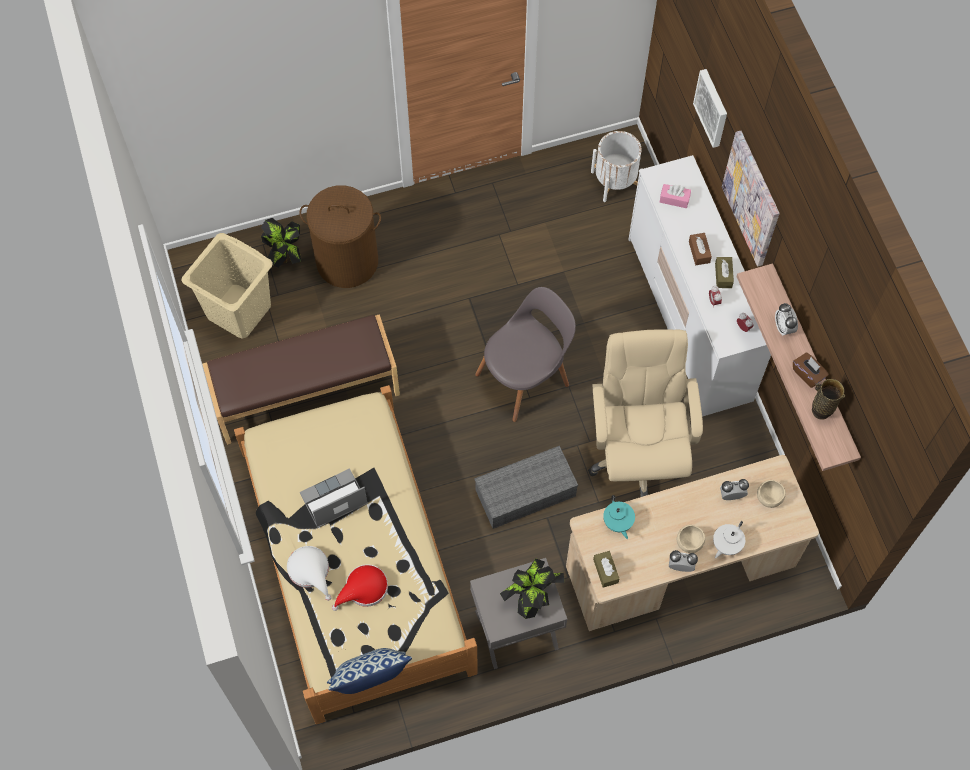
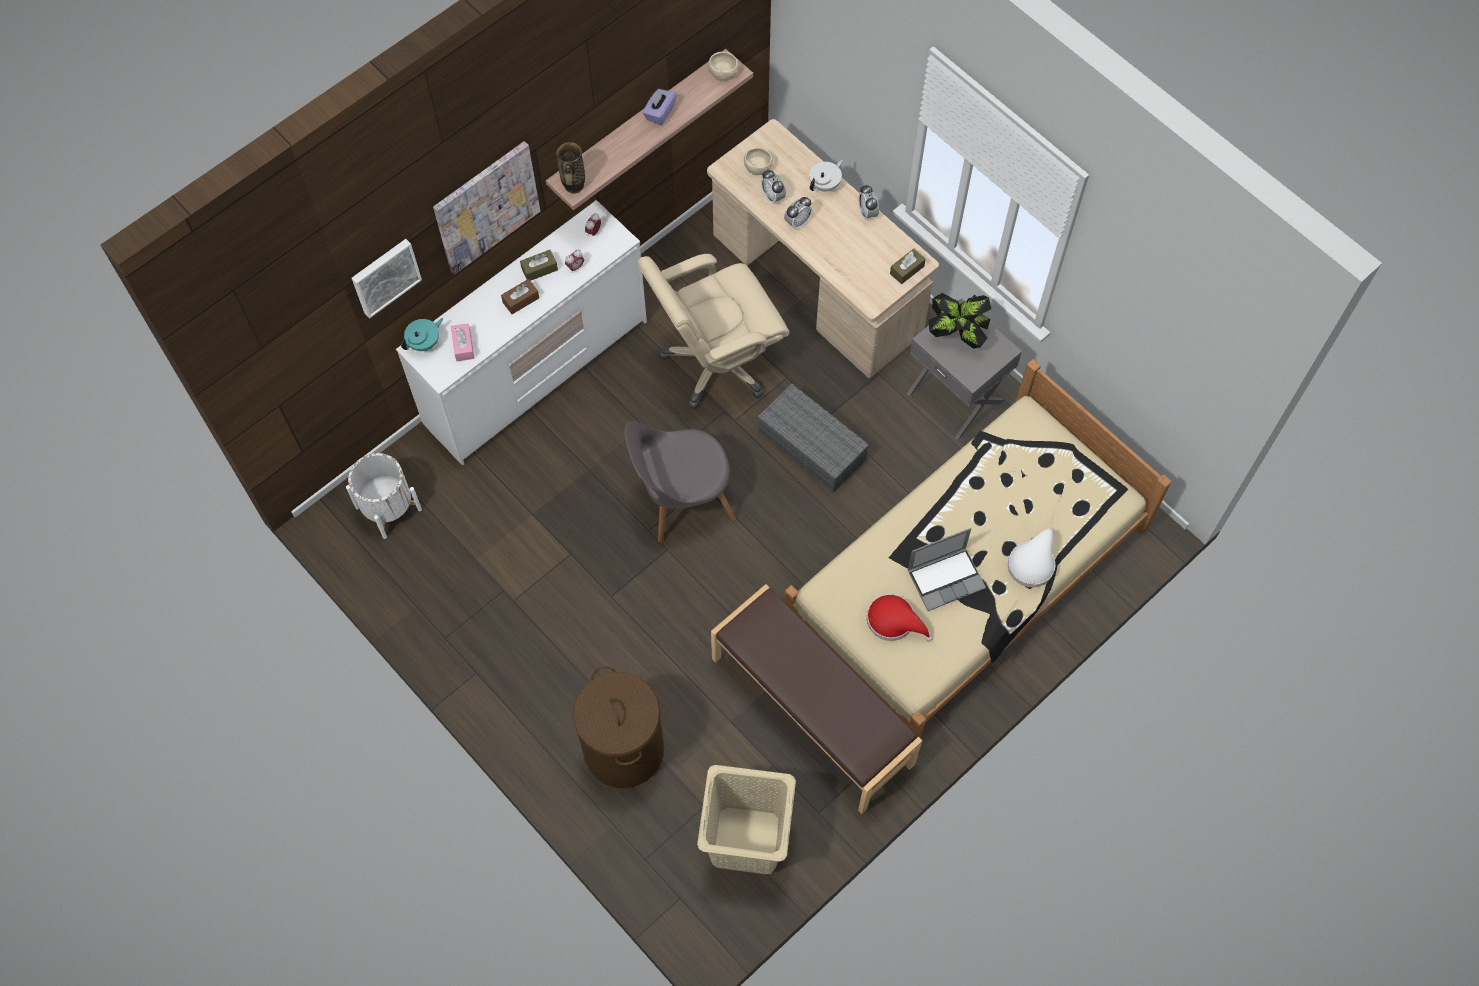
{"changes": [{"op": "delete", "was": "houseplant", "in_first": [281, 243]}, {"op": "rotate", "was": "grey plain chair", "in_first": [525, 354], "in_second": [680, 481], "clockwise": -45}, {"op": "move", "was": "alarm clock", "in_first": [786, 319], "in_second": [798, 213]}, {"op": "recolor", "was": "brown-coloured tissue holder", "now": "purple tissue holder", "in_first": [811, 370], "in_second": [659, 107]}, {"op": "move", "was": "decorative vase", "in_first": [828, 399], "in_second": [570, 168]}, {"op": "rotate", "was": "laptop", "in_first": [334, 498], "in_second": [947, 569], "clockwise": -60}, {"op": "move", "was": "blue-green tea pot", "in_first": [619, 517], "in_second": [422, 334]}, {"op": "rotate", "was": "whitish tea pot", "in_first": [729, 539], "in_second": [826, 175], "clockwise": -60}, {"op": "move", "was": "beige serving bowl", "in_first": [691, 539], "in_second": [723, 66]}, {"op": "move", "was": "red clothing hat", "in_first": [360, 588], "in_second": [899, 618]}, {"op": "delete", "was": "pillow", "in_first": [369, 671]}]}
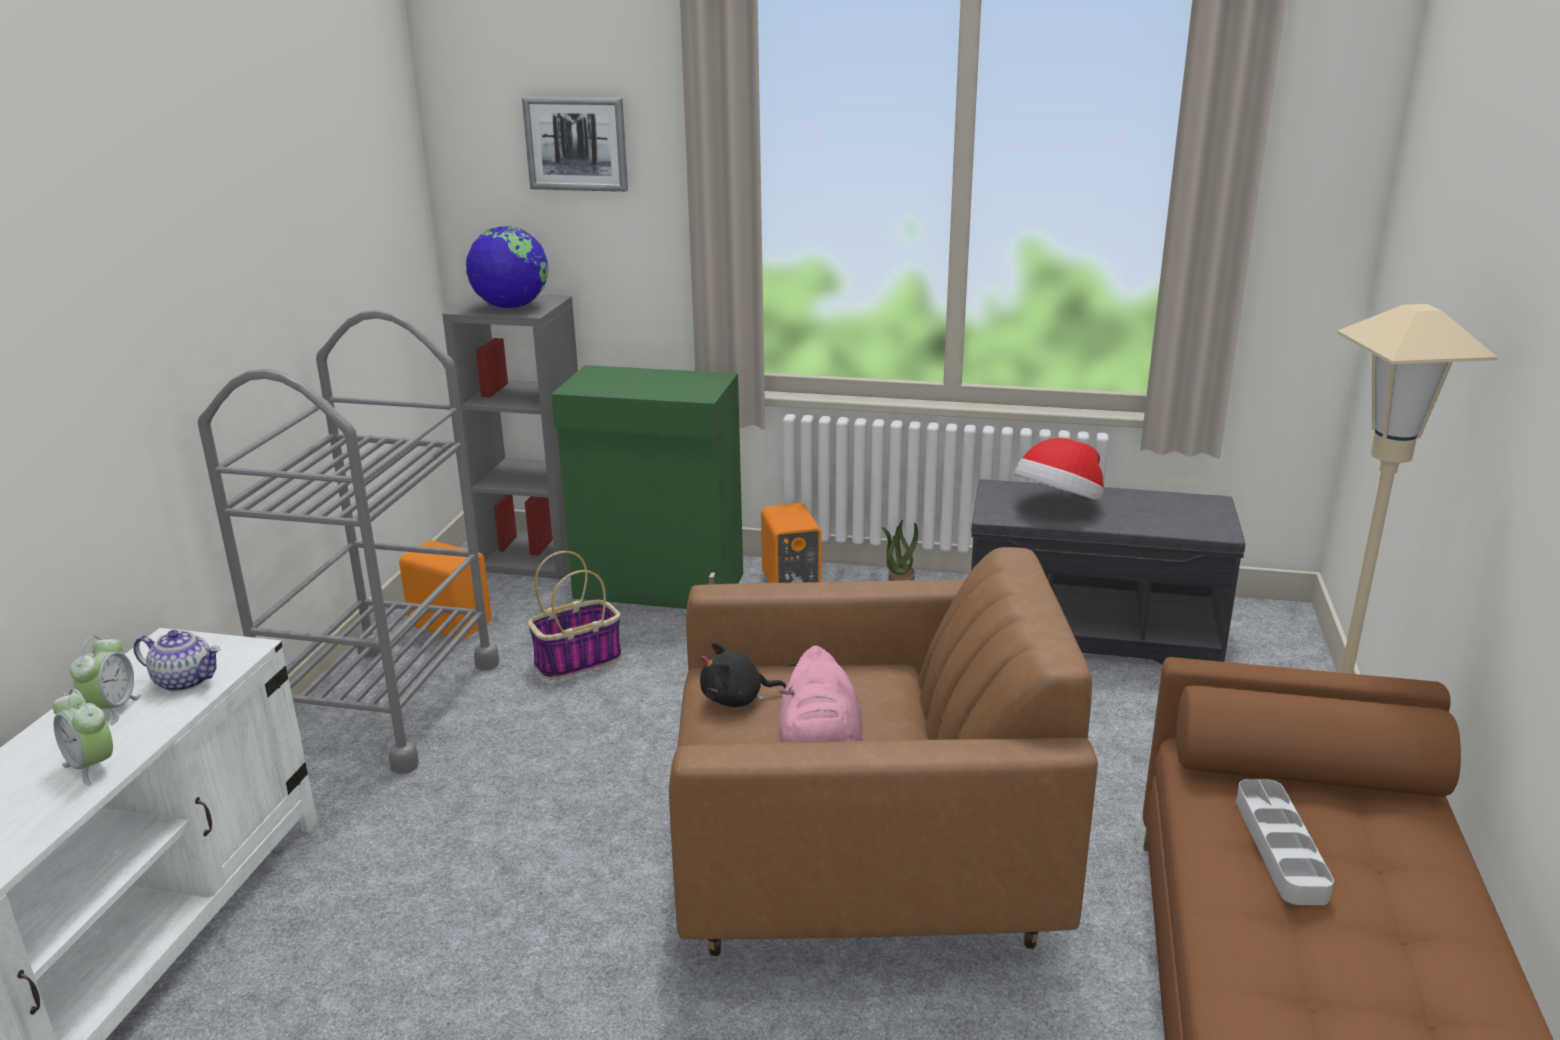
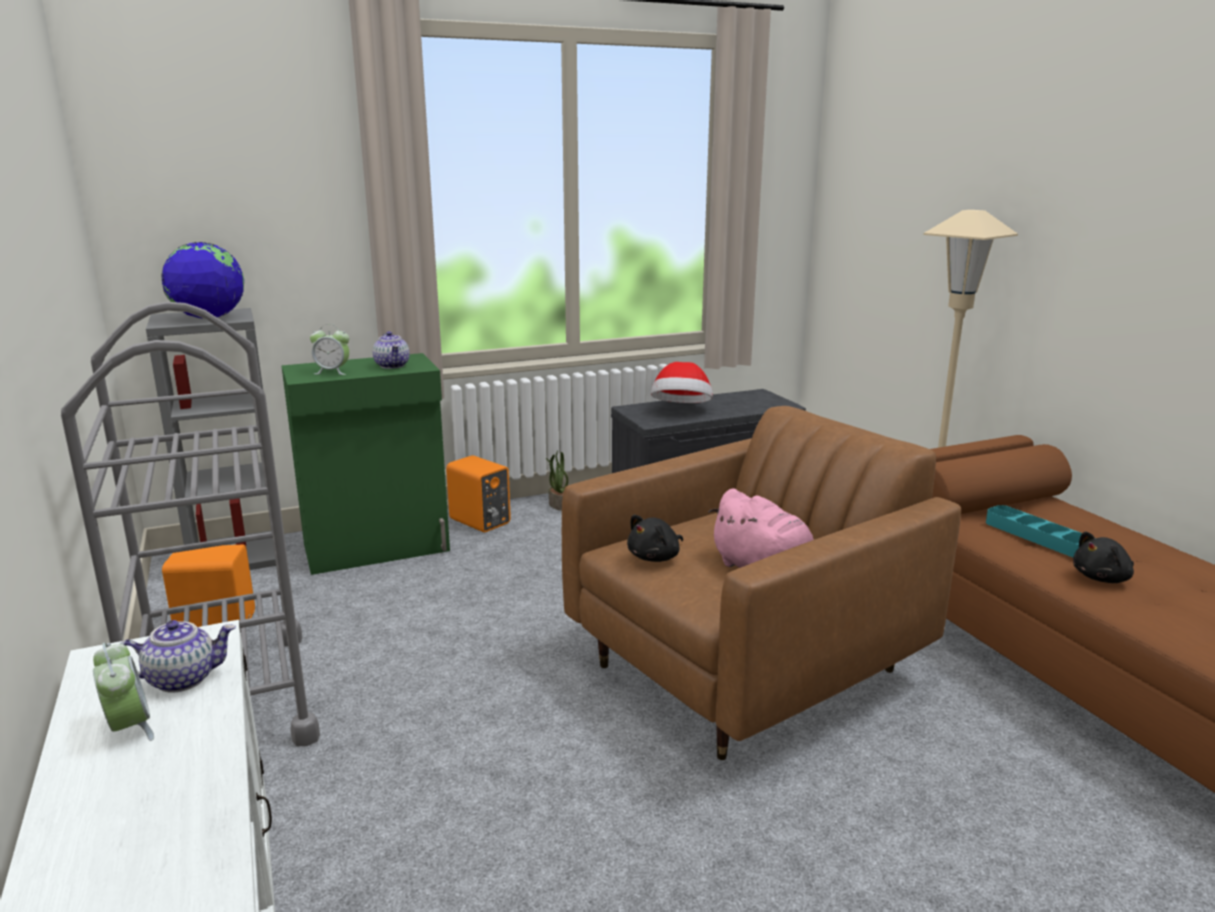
{"changes": [{"op": "delete", "was": "wall art", "in_first": [575, 144]}, {"op": "delete", "was": "household basket", "in_first": [575, 615]}, {"op": "move", "was": "alarm clock", "in_first": [83, 737], "in_second": [329, 349]}, {"op": "recolor", "was": "grey carrying tray", "now": "blue-green carrying tray", "in_first": [1285, 842], "in_second": [1034, 531]}, {"op": "insert", "now": "tea pot", "in_second": [391, 350]}, {"op": "insert", "now": "blackish cuddly toy", "in_second": [1103, 557]}]}
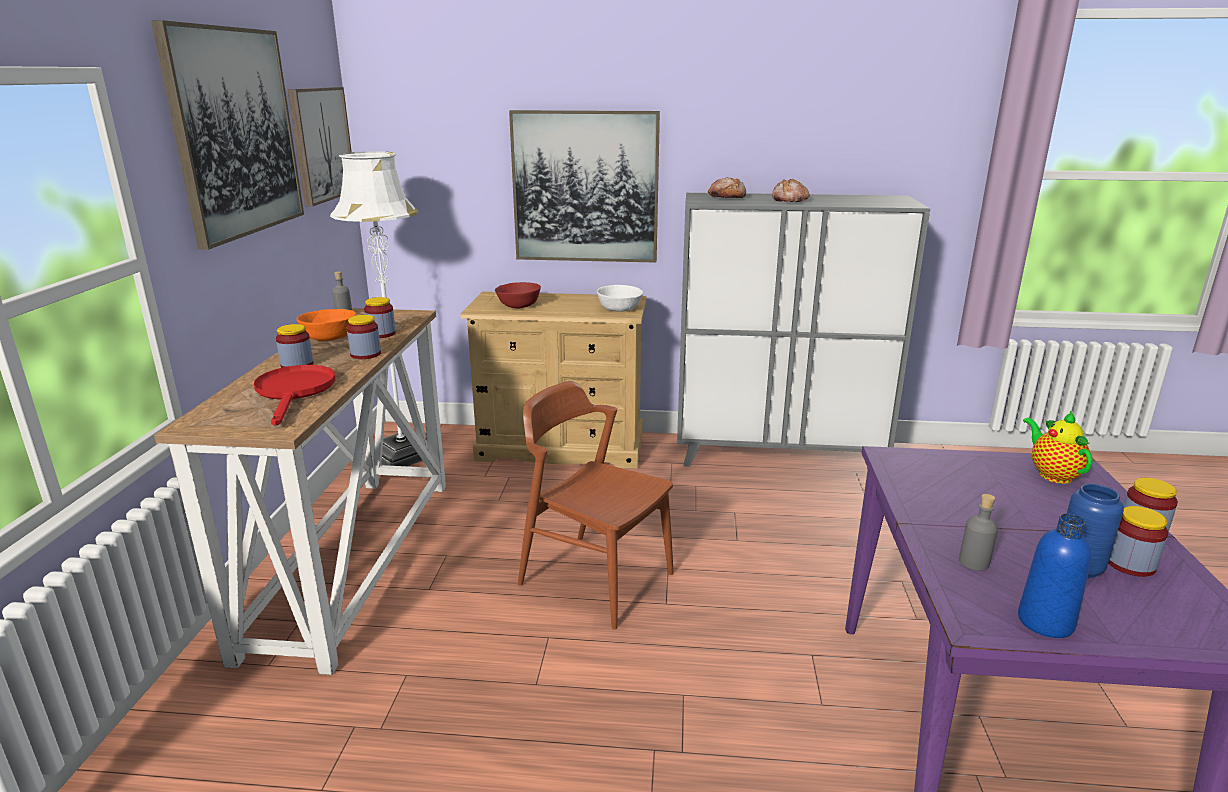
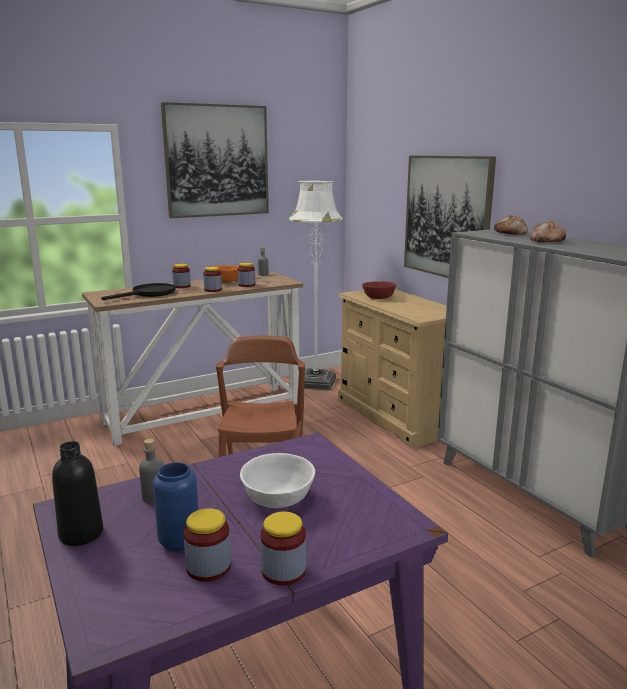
{"changes": [{"op": "delete", "was": "wall art", "in_first": [320, 146]}, {"op": "move", "was": "whitish serving bowl", "in_first": [620, 298], "in_second": [277, 480]}, {"op": "recolor", "was": "red pan", "now": "blackish pan", "in_first": [294, 395], "in_second": [138, 291]}, {"op": "delete", "was": "tea pot", "in_first": [1058, 447]}, {"op": "recolor", "was": "blue-coloured drink bottle", "now": "blackish drink bottle", "in_first": [1055, 576], "in_second": [77, 493]}]}
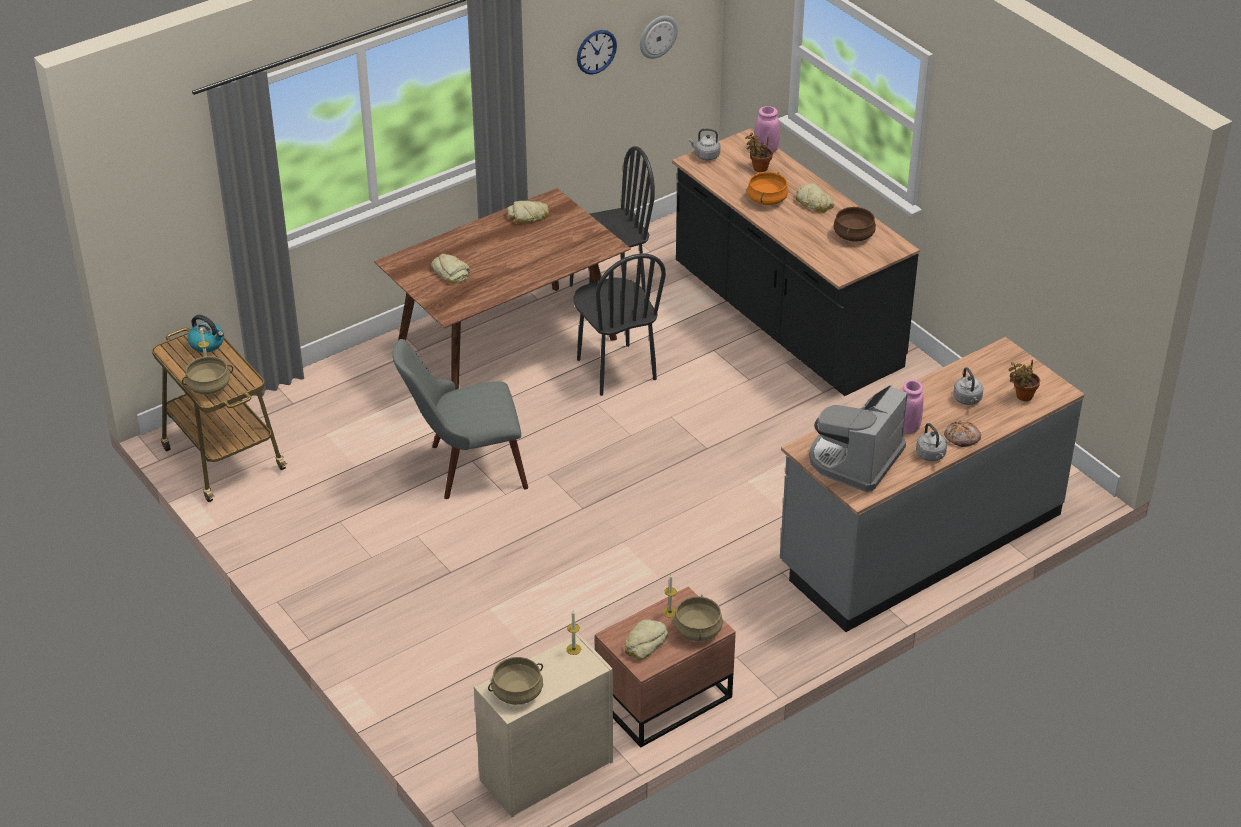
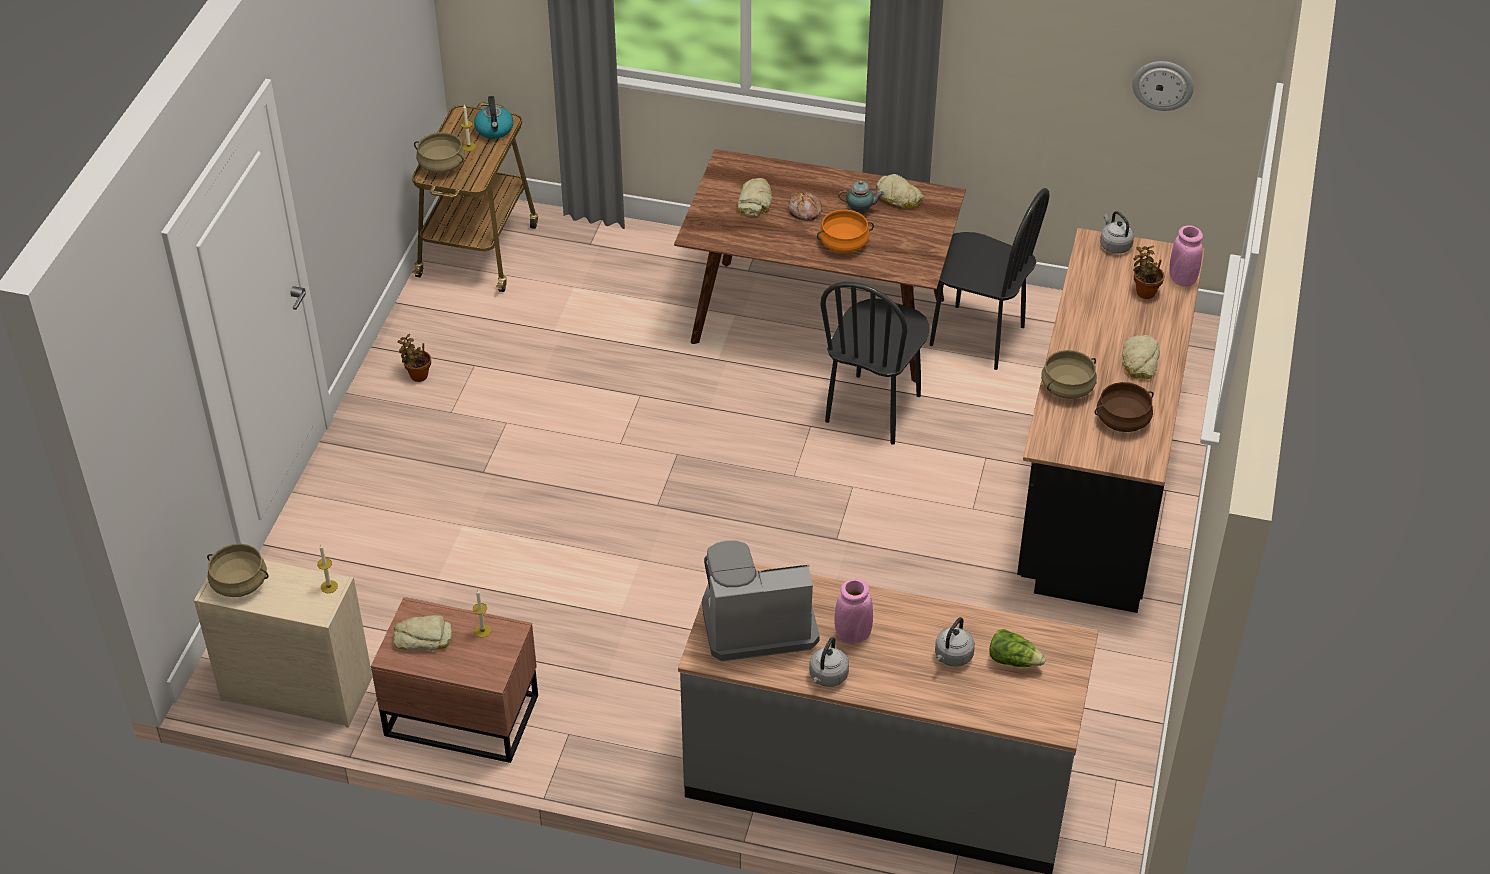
{"changes": [{"op": "delete", "was": "hanging clock", "in_first": [597, 52]}, {"op": "move", "was": "orange-coloured cooking pot", "in_first": [767, 188], "in_second": [845, 231]}, {"op": "delete", "was": "grey plain chair", "in_first": [460, 419]}, {"op": "move", "was": "houseplant", "in_first": [1024, 380], "in_second": [414, 358]}, {"op": "move", "was": "baked bread", "in_first": [962, 433], "in_second": [805, 206]}, {"op": "move", "was": "beige cooking pot", "in_first": [698, 618], "in_second": [1069, 374]}, {"op": "insert", "now": "tea pot", "in_second": [861, 197]}, {"op": "insert", "now": "lettuce", "in_second": [1017, 648]}]}
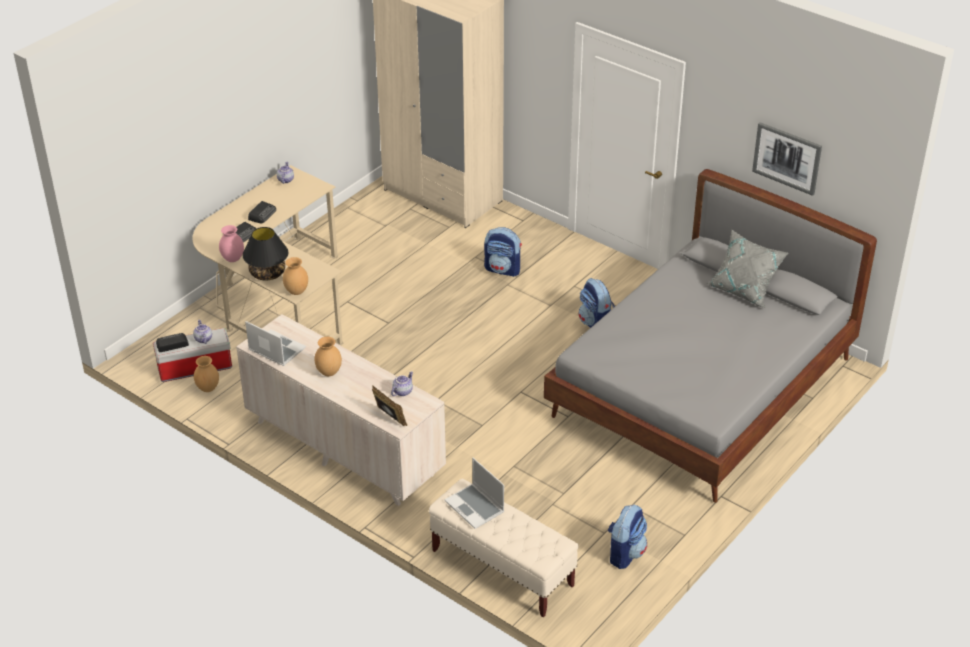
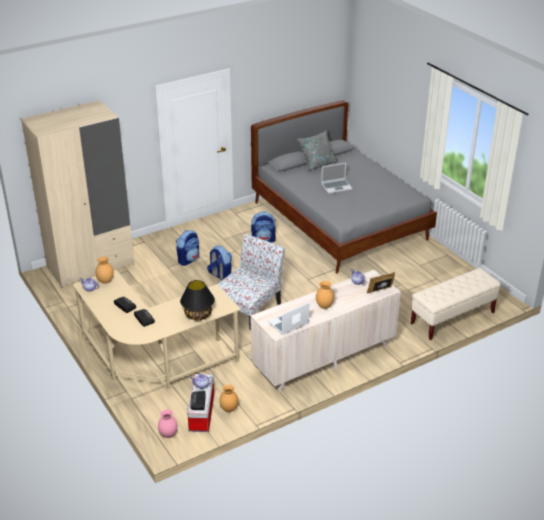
{"changes": [{"op": "delete", "was": "wall art", "in_first": [787, 159]}, {"op": "move", "was": "pink decorative vase", "in_first": [231, 243], "in_second": [168, 423]}, {"op": "move", "was": "brown-coloured decorative vase", "in_first": [295, 276], "in_second": [105, 270]}, {"op": "move", "was": "laptop", "in_first": [474, 493], "in_second": [336, 178]}, {"op": "move", "was": "backpack", "in_first": [627, 536], "in_second": [219, 263]}, {"op": "insert", "now": "plain chair", "in_second": [251, 282]}]}
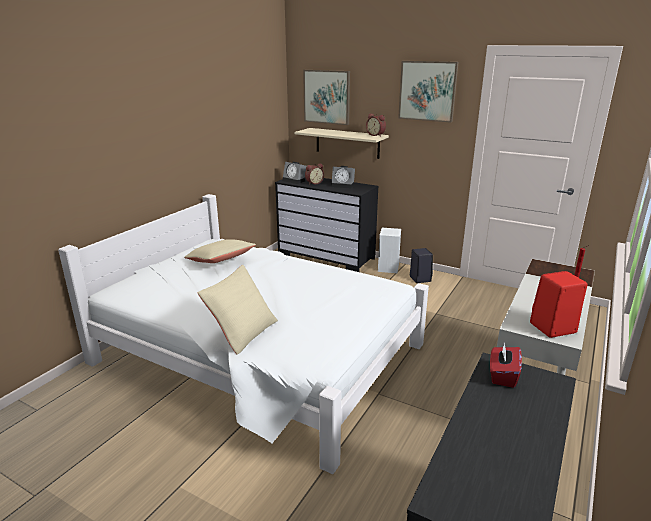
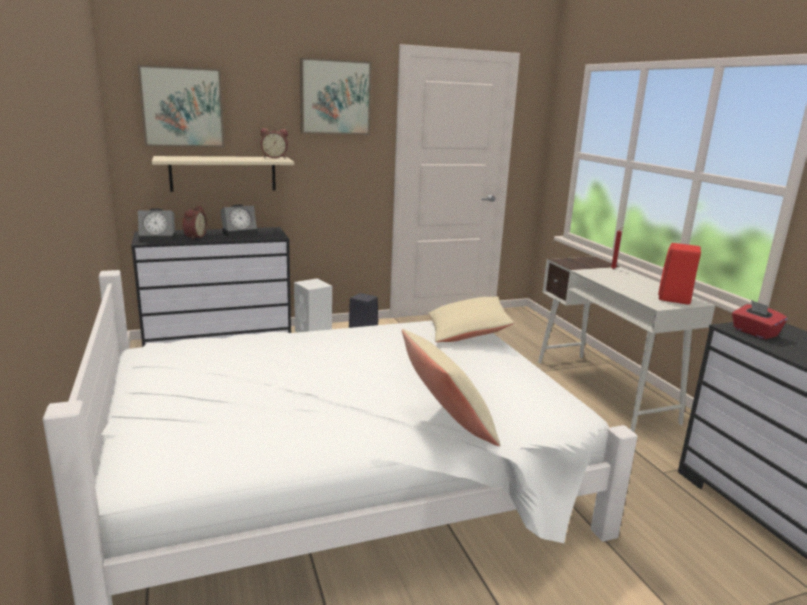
{"changes": [{"op": "move", "was": "beige pillow", "in_first": [220, 251], "in_second": [471, 319]}]}
